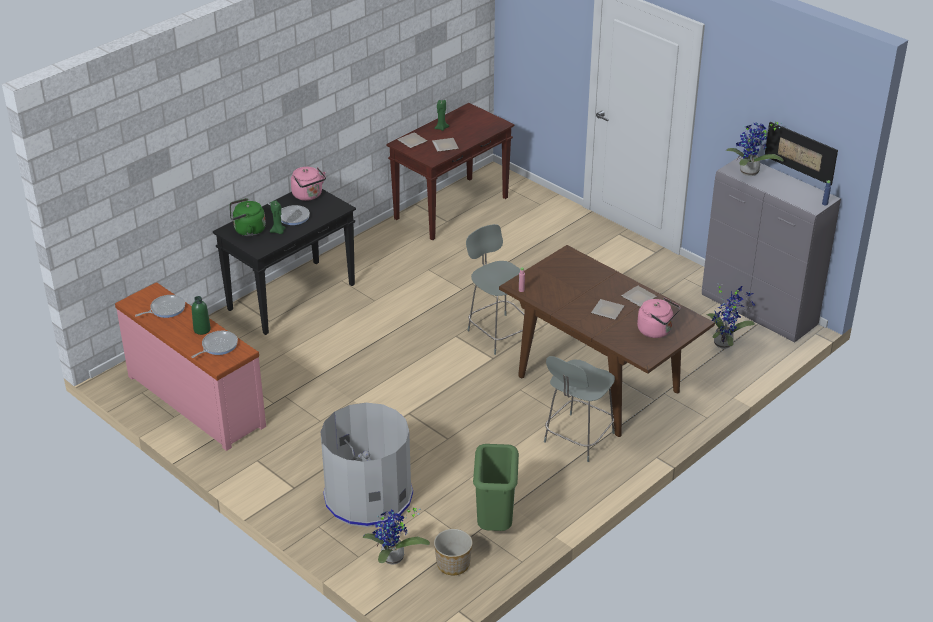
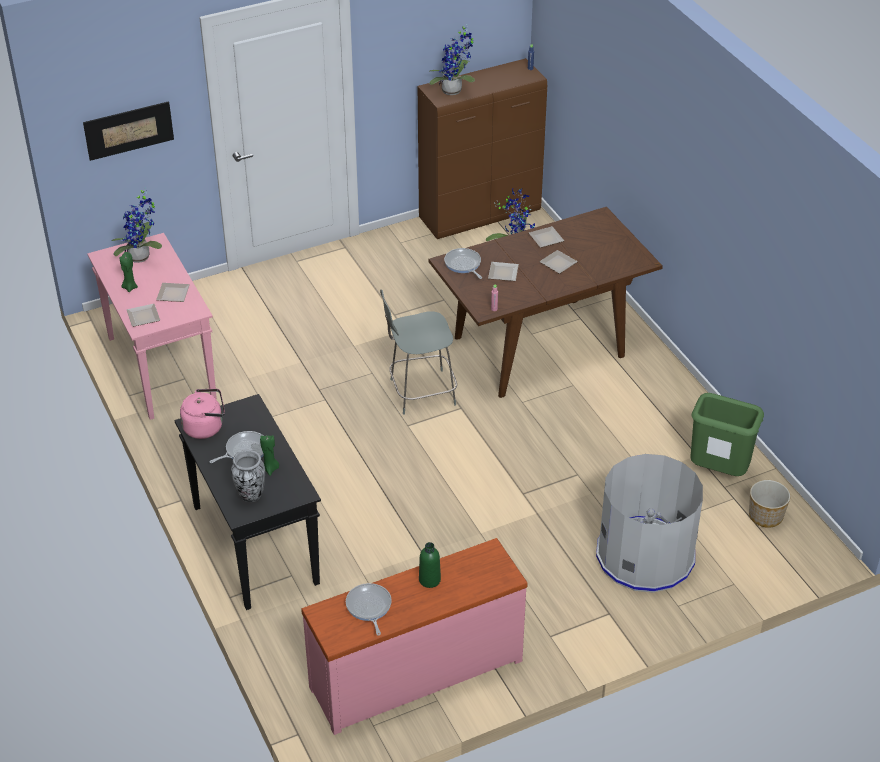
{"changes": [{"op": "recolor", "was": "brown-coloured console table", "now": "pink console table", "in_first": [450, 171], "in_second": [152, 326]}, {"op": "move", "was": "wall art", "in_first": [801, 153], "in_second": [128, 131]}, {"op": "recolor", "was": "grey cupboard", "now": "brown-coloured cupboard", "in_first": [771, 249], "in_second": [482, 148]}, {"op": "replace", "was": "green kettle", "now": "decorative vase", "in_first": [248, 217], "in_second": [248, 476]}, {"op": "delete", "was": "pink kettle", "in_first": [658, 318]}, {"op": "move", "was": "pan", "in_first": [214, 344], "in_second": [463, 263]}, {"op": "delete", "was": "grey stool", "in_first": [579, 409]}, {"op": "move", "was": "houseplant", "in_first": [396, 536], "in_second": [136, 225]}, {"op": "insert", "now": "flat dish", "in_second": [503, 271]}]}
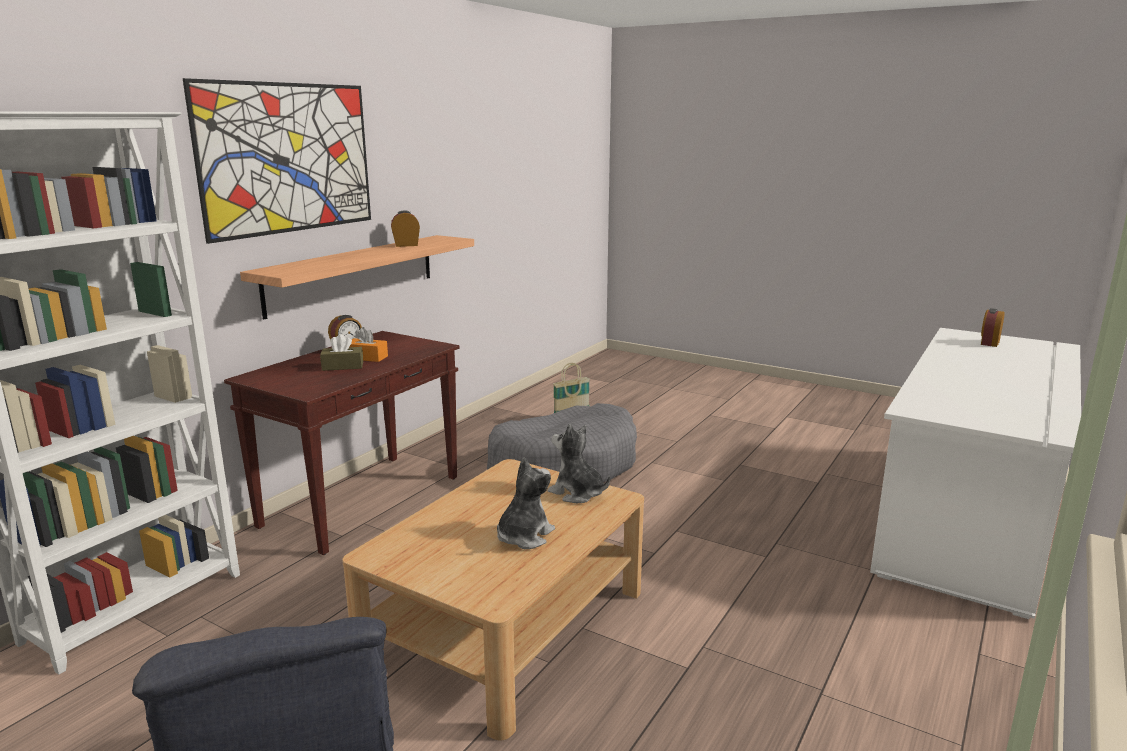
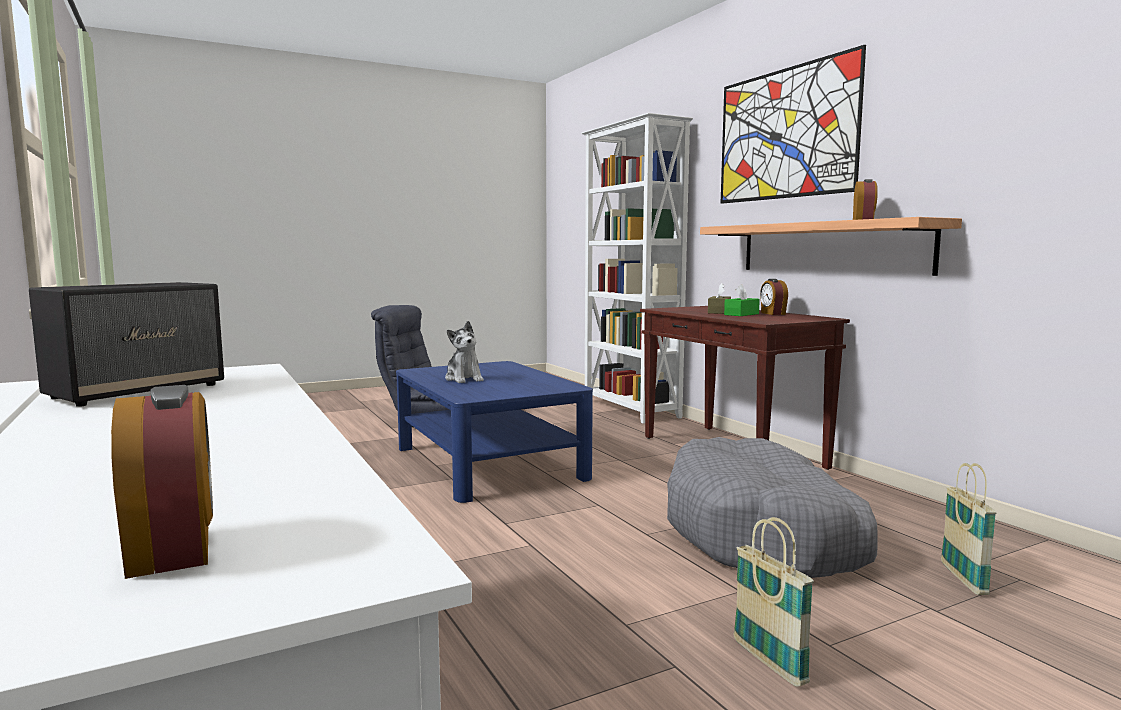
{"changes": [{"op": "recolor", "was": "orange-coloured tissue holder", "now": "green tissue holder", "in_first": [369, 344], "in_second": [742, 300]}, {"op": "delete", "was": "cuddly toy", "in_first": [579, 463]}, {"op": "recolor", "was": "beige lounge table", "now": "blue-coloured lounge table", "in_first": [493, 600], "in_second": [494, 432]}, {"op": "insert", "now": "speaker", "in_second": [126, 344]}, {"op": "insert", "now": "household basket", "in_second": [773, 602]}]}
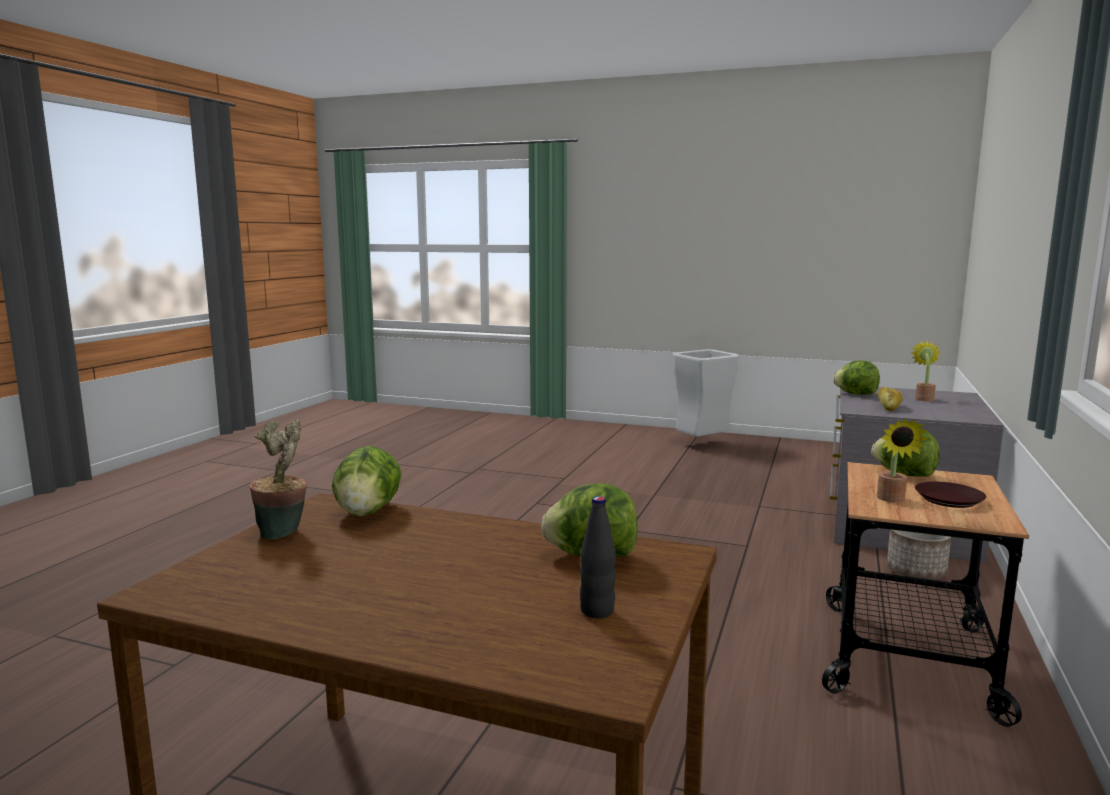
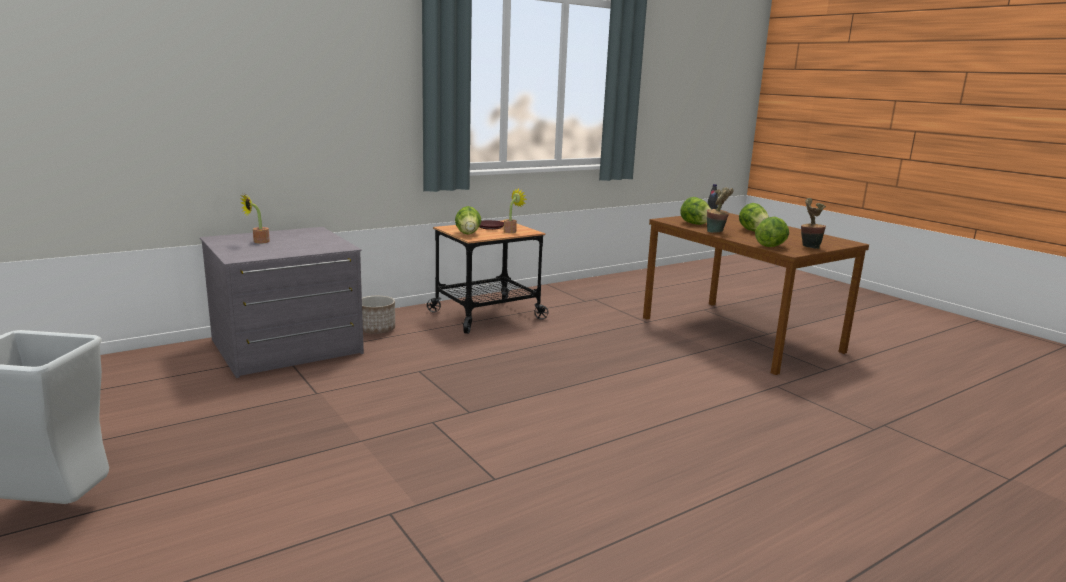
{"changes": [{"op": "move", "was": "lettuce", "in_first": [856, 377], "in_second": [754, 217]}, {"op": "delete", "was": "baked bread", "in_first": [890, 399]}, {"op": "insert", "now": "houseplant", "in_second": [720, 210]}]}
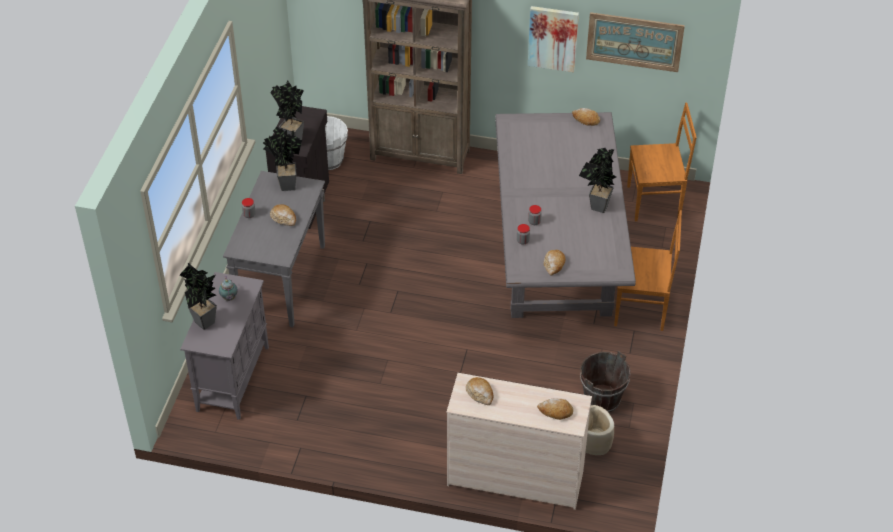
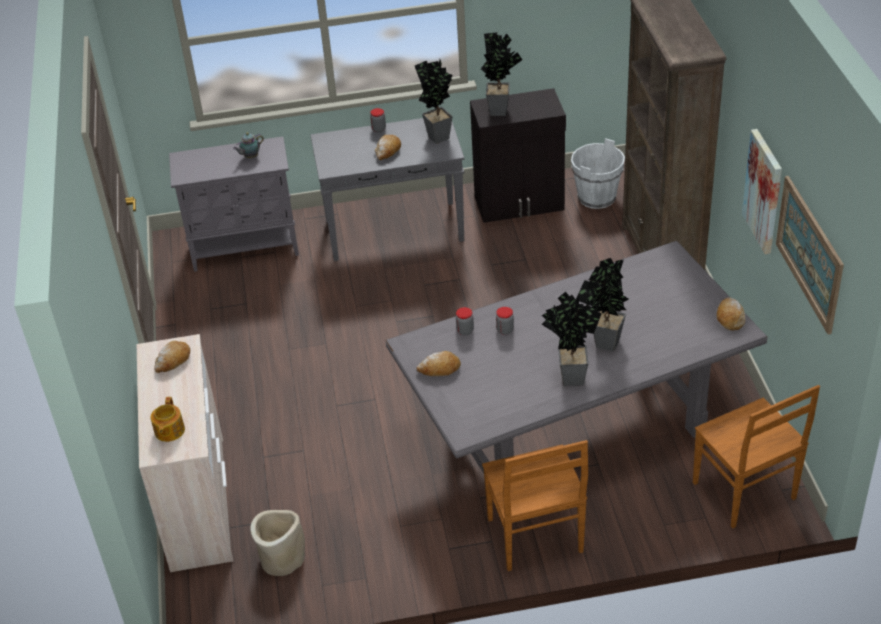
{"changes": [{"op": "move", "was": "houseplant", "in_first": [198, 296], "in_second": [602, 304]}, {"op": "delete", "was": "brown-coloured water bucket", "in_first": [605, 382]}, {"op": "replace", "was": "baked bread", "now": "tea pot", "in_first": [555, 409], "in_second": [167, 419]}]}
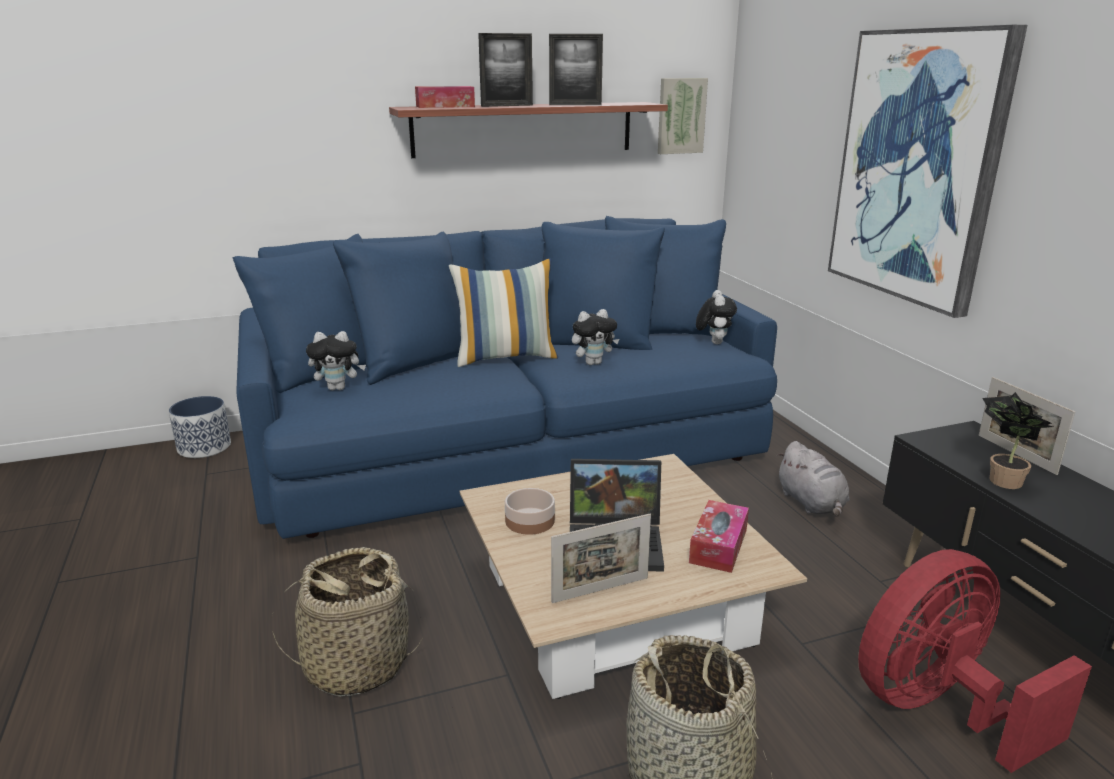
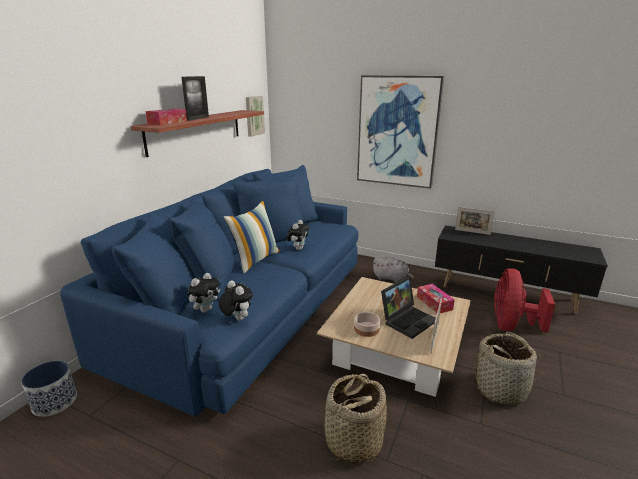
{"changes": [{"op": "delete", "was": "picture frame", "in_first": [576, 69]}, {"op": "move", "was": "cuddly toy", "in_first": [716, 317], "in_second": [236, 300]}, {"op": "delete", "was": "houseplant", "in_first": [1017, 440]}]}
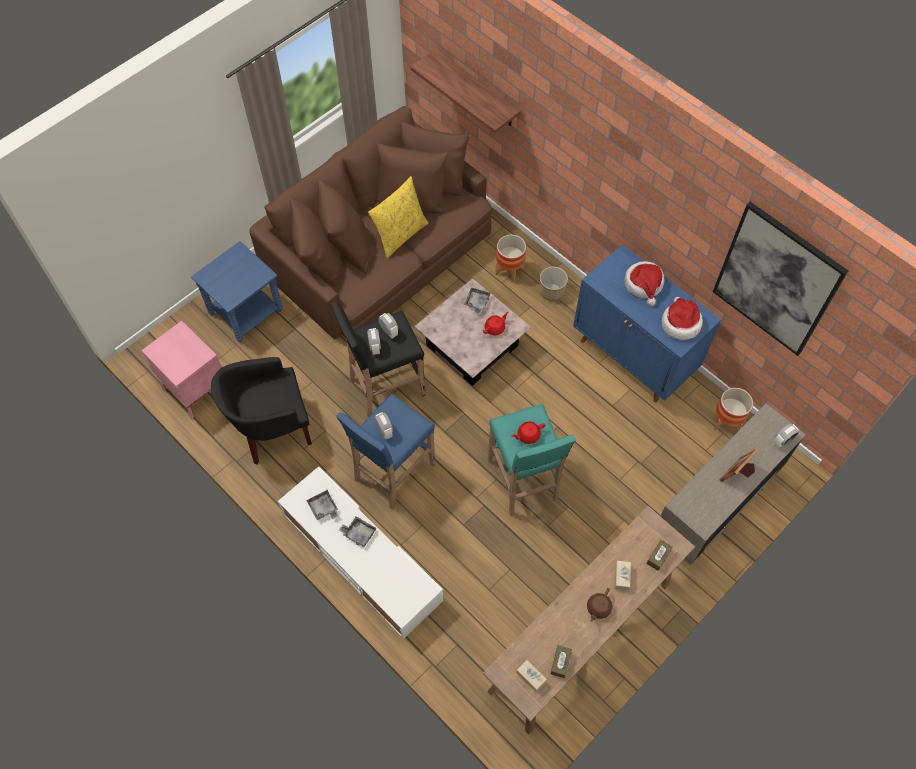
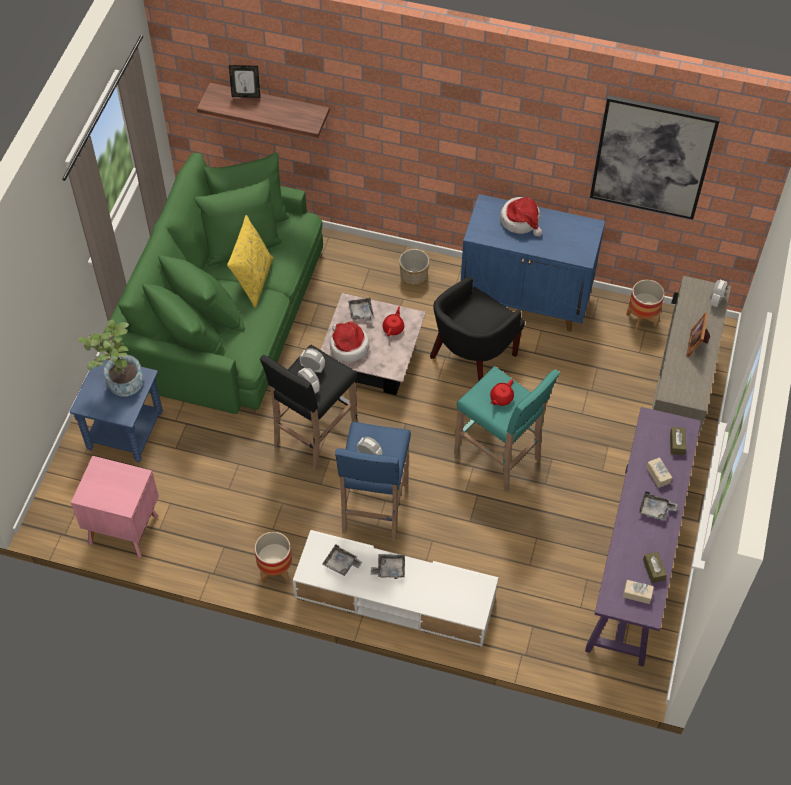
{"changes": [{"op": "recolor", "was": "brown-coloured couch", "now": "green couch", "in_first": [371, 223], "in_second": [212, 283]}, {"op": "move", "was": "planter", "in_first": [510, 259], "in_second": [273, 558]}, {"op": "move", "was": "clothing hat", "in_first": [682, 318], "in_second": [350, 341]}, {"op": "move", "was": "blackish lounge chair", "in_first": [261, 411], "in_second": [477, 329]}, {"op": "recolor", "was": "brown-coloured console table", "now": "purple console table", "in_first": [589, 620], "in_second": [643, 537]}, {"op": "replace", "was": "brown-coloured tea pot", "now": "grey carrying tray", "in_first": [599, 605], "in_second": [658, 506]}, {"op": "insert", "now": "picture frame", "in_second": [244, 81]}, {"op": "insert", "now": "houseplant", "in_second": [110, 358]}]}
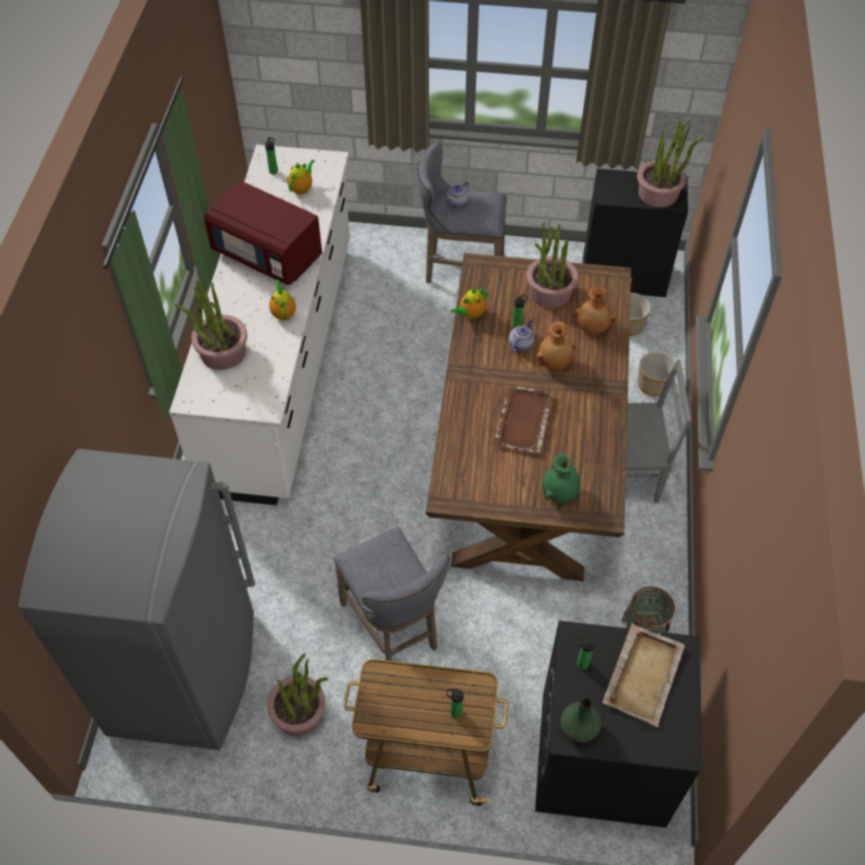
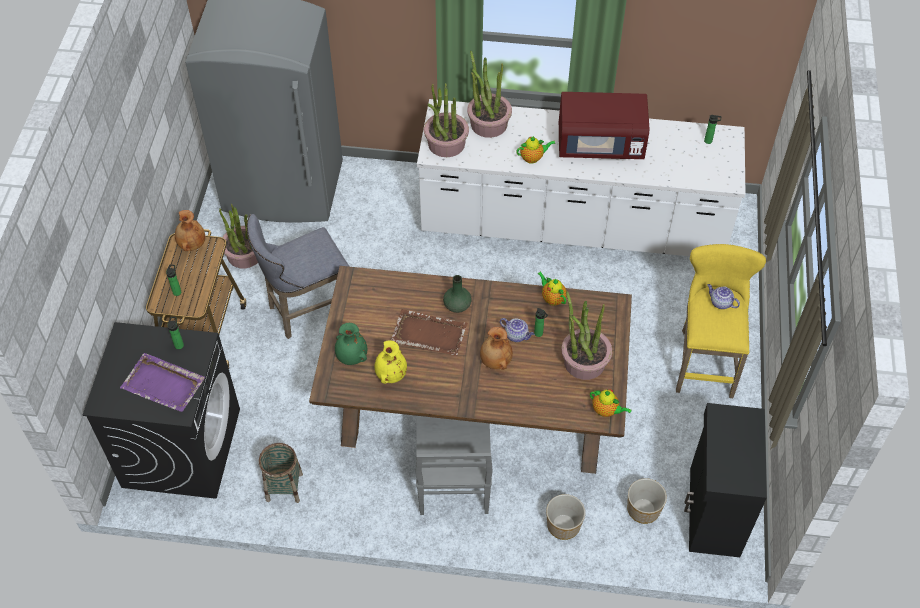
{"changes": [{"op": "move", "was": "houseplant", "in_first": [670, 163], "in_second": [446, 120]}, {"op": "recolor", "was": "grey stool", "now": "yellowish stool", "in_first": [462, 212], "in_second": [721, 321]}, {"op": "move", "was": "tea pot", "in_first": [301, 177], "in_second": [610, 403]}, {"op": "rotate", "was": "red kitchen microwave", "in_first": [263, 232], "in_second": [604, 125], "clockwise": -120}, {"op": "move", "was": "brown-coloured decorative vase", "in_first": [595, 310], "in_second": [190, 230]}, {"op": "recolor", "was": "beige carrying tray", "now": "purple carrying tray", "in_first": [644, 675], "in_second": [162, 382]}, {"op": "move", "was": "green decorative vase", "in_first": [581, 720], "in_second": [457, 294]}, {"op": "insert", "now": "yellowish decorative vase", "in_second": [390, 362]}]}
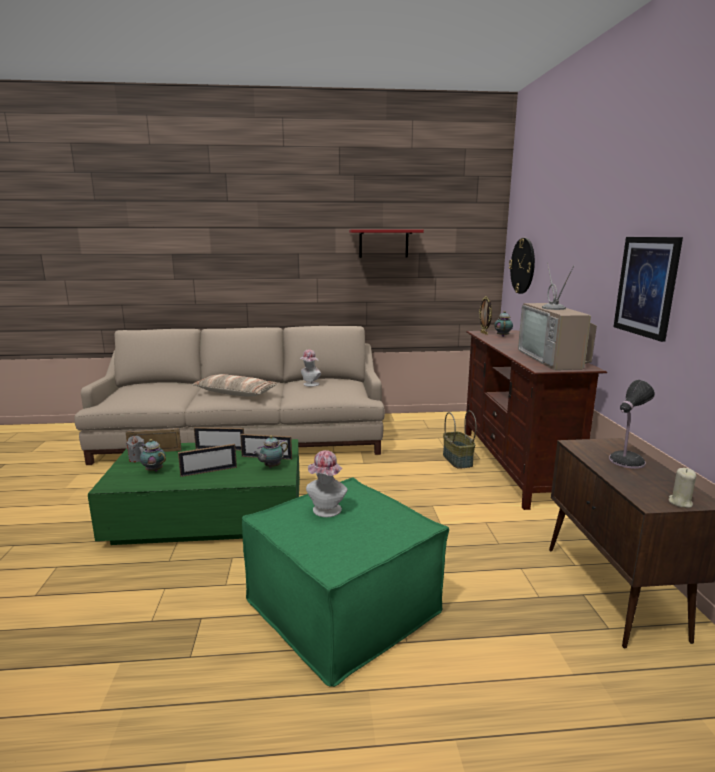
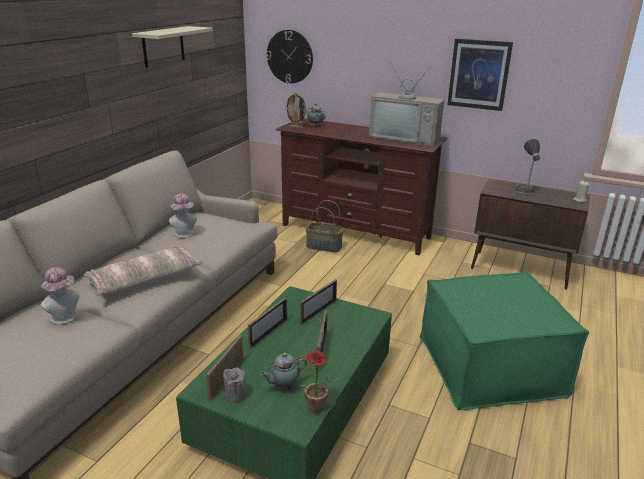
{"changes": [{"op": "recolor", "was": "red bracket shelf", "now": "beige bracket shelf", "in_first": [386, 243], "in_second": [172, 47]}, {"op": "delete", "was": "tea pot", "in_first": [270, 451]}, {"op": "move", "was": "clothing hat", "in_first": [327, 483], "in_second": [59, 295]}, {"op": "insert", "now": "houseplant", "in_second": [320, 381]}]}
